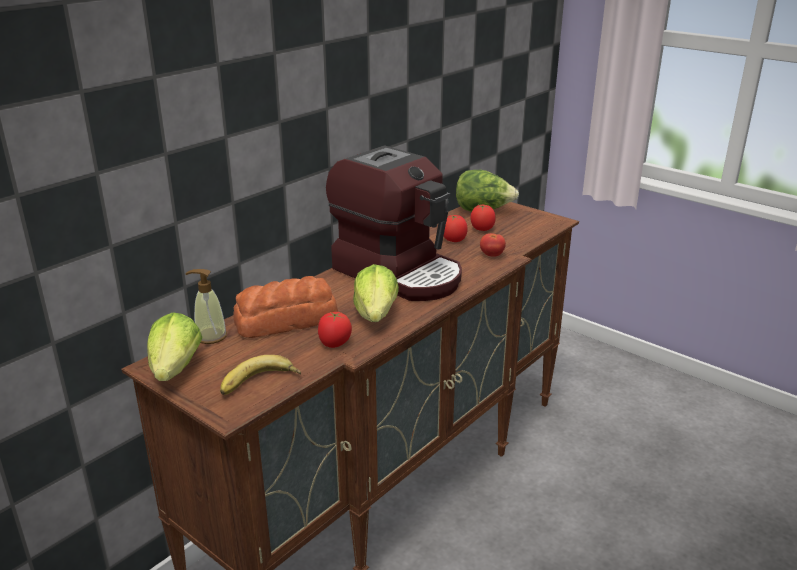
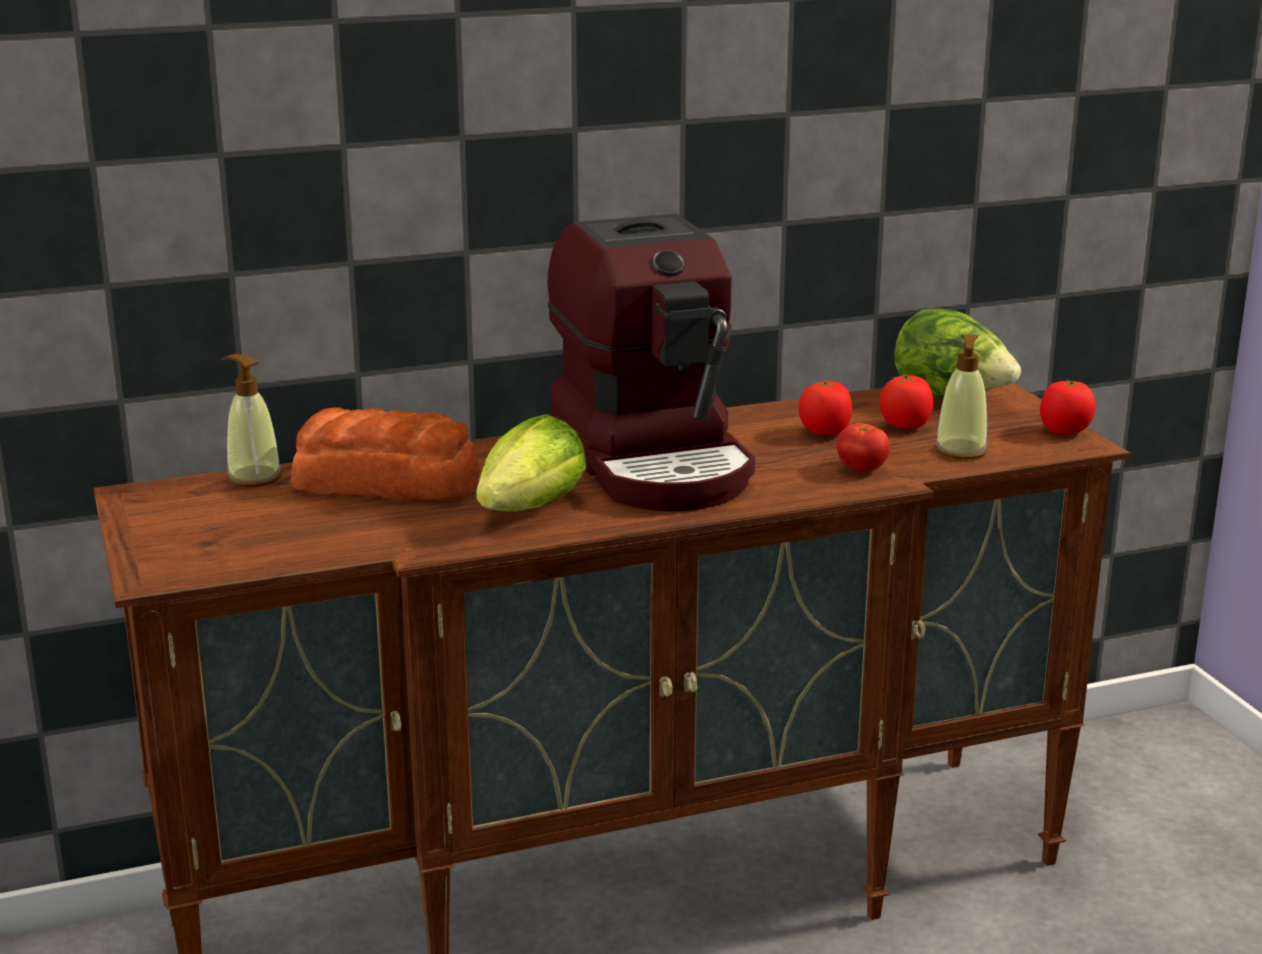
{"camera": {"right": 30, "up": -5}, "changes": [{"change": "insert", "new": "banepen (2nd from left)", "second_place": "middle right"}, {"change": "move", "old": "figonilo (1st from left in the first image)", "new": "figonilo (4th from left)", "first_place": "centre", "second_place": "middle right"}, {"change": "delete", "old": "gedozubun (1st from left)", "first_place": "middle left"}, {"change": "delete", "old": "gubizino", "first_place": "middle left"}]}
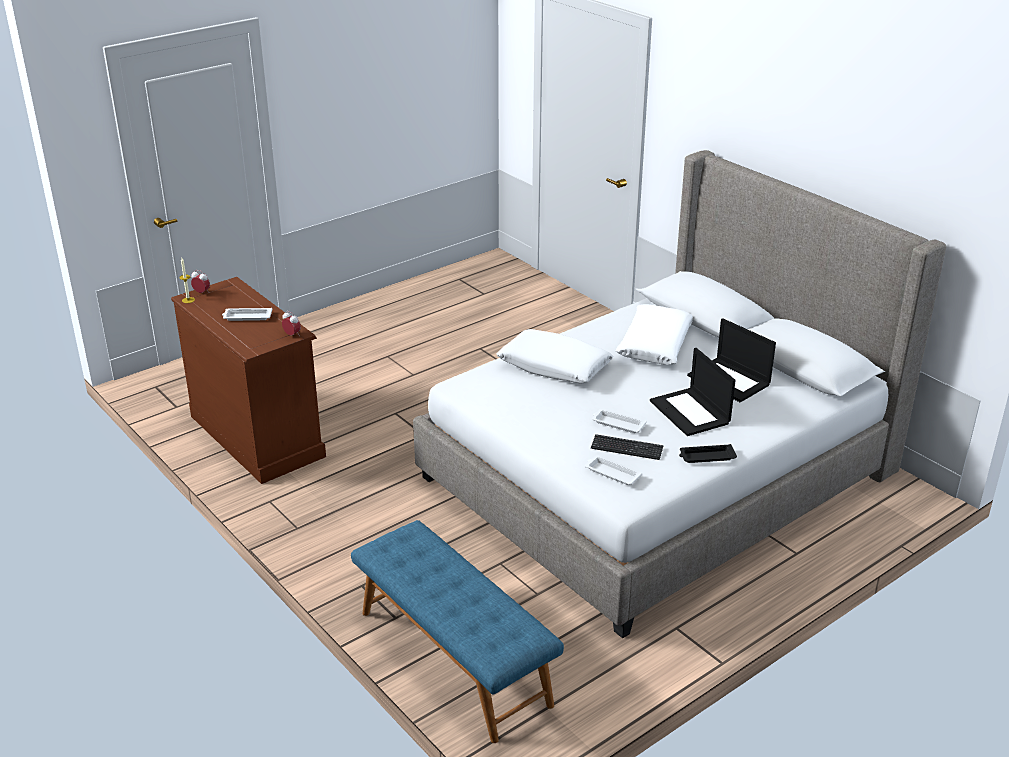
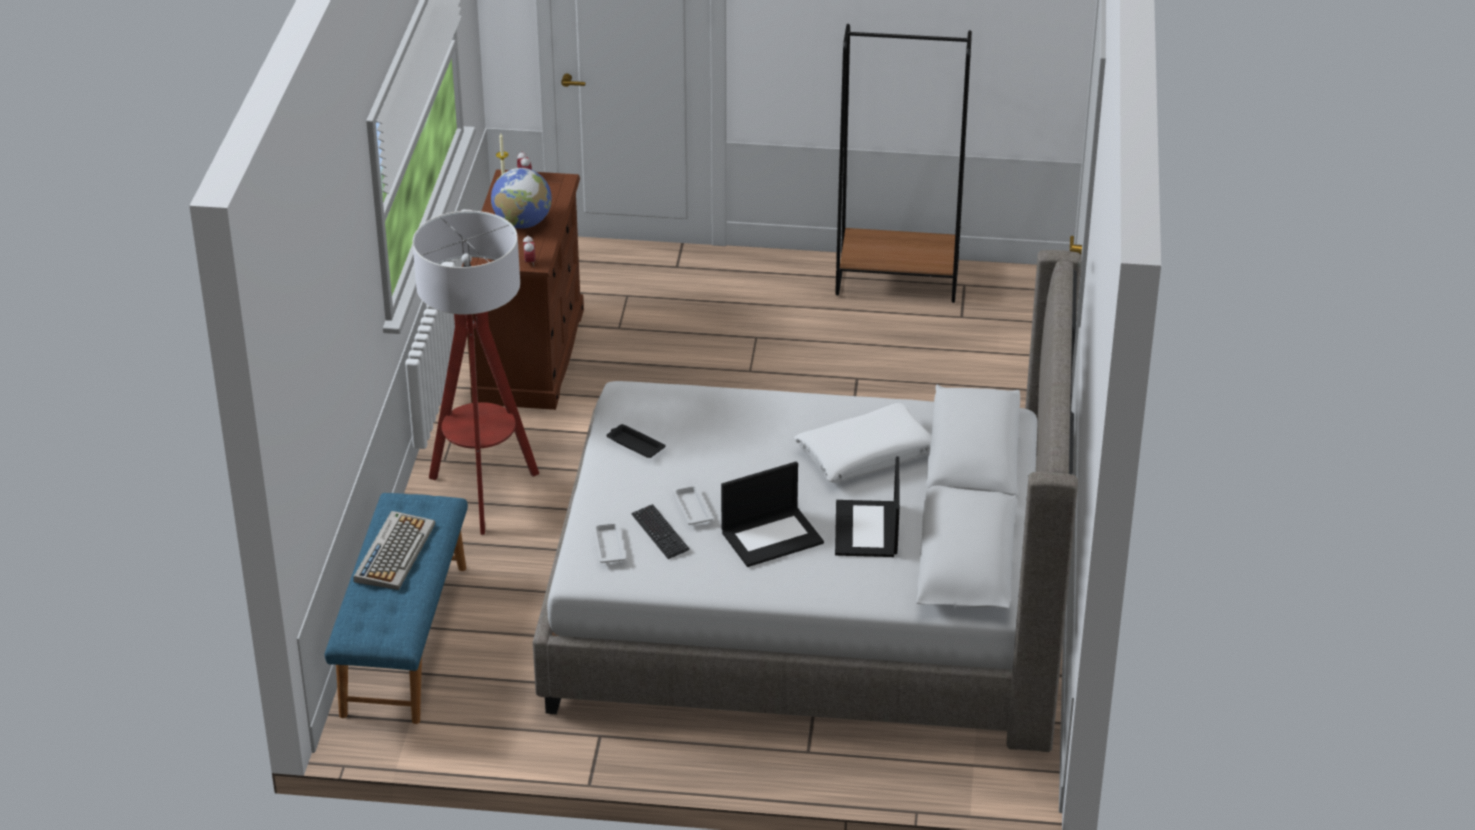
{"camera": {"right": 45, "up": 5}, "changes": [{"change": "insert", "new": "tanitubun (1st from left)", "second_place": "middle left"}, {"change": "insert", "new": "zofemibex", "second_place": "middle left"}, {"change": "replace", "old": "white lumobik (1st from left)", "new": "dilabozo", "first_place": "middle left", "second_place": "top centre"}, {"change": "move", "old": "black lumobik", "first_place": "middle right", "second_place": "centre"}, {"change": "rotate", "old": "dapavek (1st from left)", "first_place": "middle right", "second_place": "centre", "degrees": -135}, {"change": "insert", "new": "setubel", "second_place": "top centre"}, {"change": "delete", "old": "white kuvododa (1st from left)", "first_place": "centre"}]}
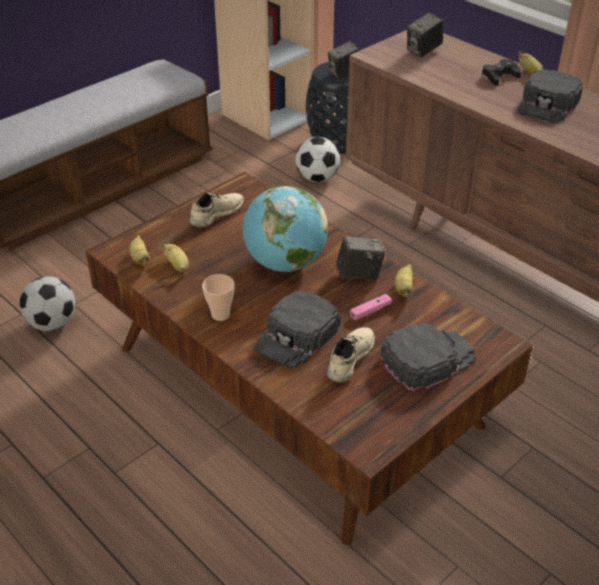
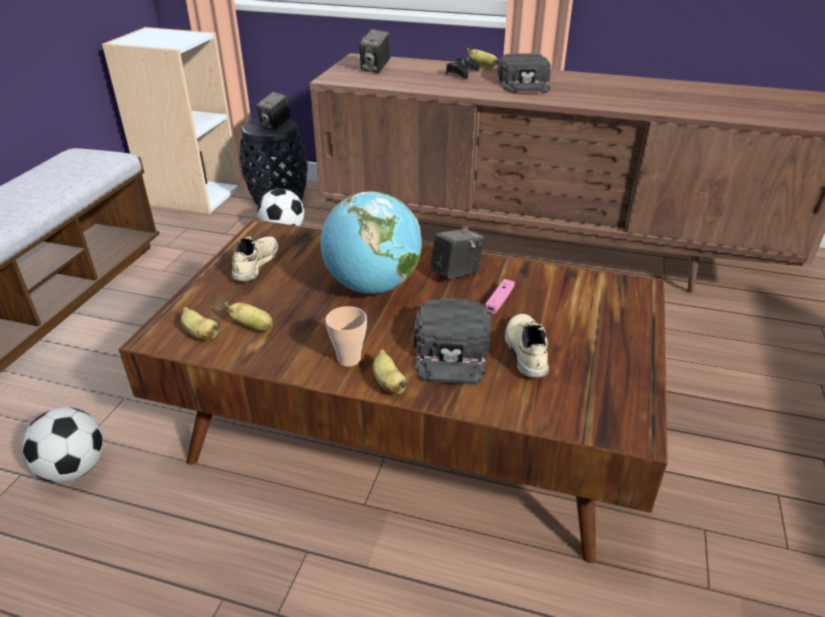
{"camera": {"right": -30, "up": -5}, "changes": [{"change": "move", "old": "gubizino (3rd from left)", "first_place": "middle right", "second_place": "centre"}, {"change": "delete", "old": "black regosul (2nd from left)", "first_place": "middle right"}]}
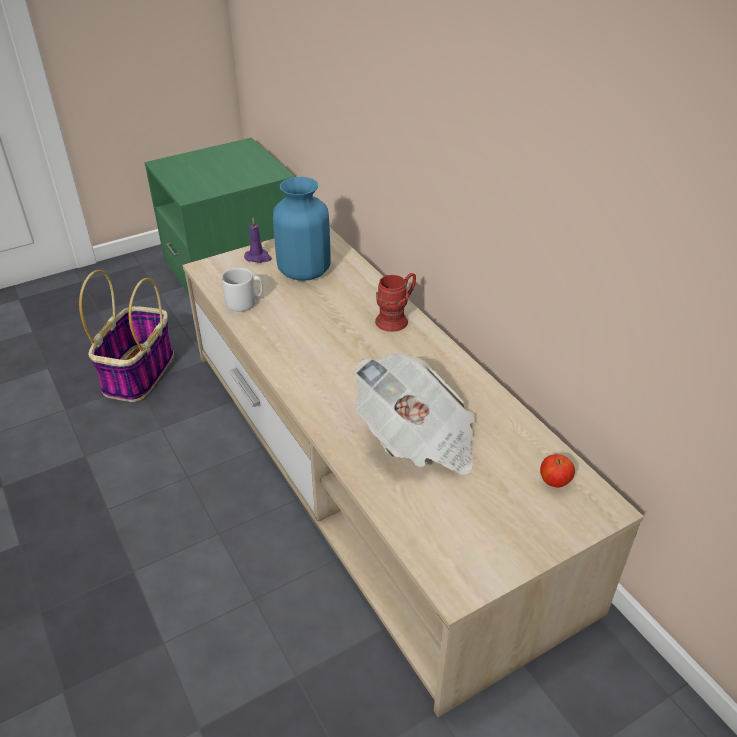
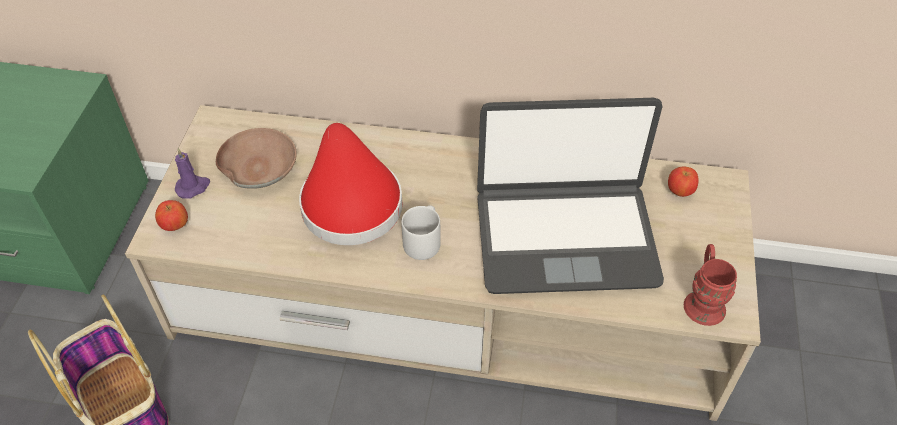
{"camera": {"right": -50, "up": 10}, "changes": [{"change": "insert", "new": "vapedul (1st from left)", "second_place": "middle left"}, {"change": "replace", "old": "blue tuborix", "new": "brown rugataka", "first_place": "top centre", "second_place": "middle left"}, {"change": "insert", "new": "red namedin", "second_place": "centre"}, {"change": "move", "old": "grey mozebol", "first_place": "middle left", "second_place": "centre"}, {"change": "replace", "old": "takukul", "new": "dapavek", "first_place": "centre", "second_place": "centre"}, {"change": "move", "old": "red mozebol", "first_place": "centre", "second_place": "bottom right"}]}
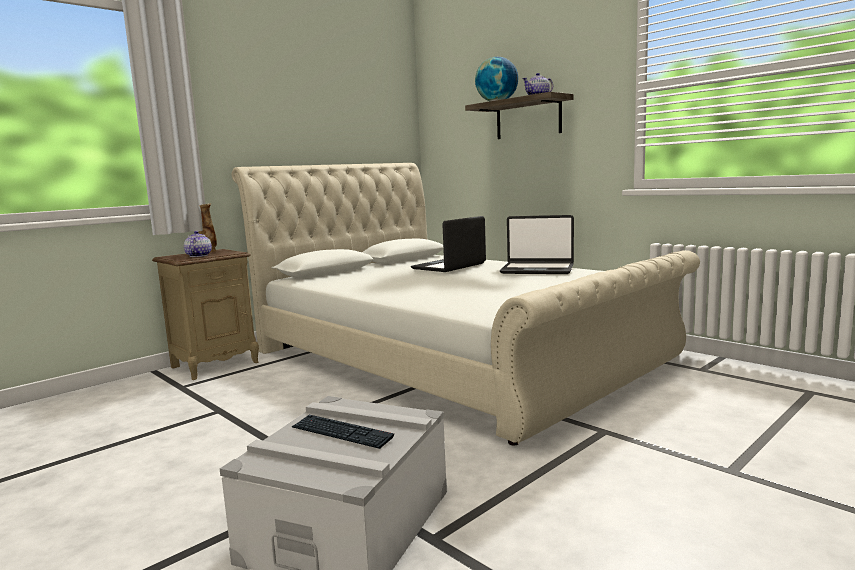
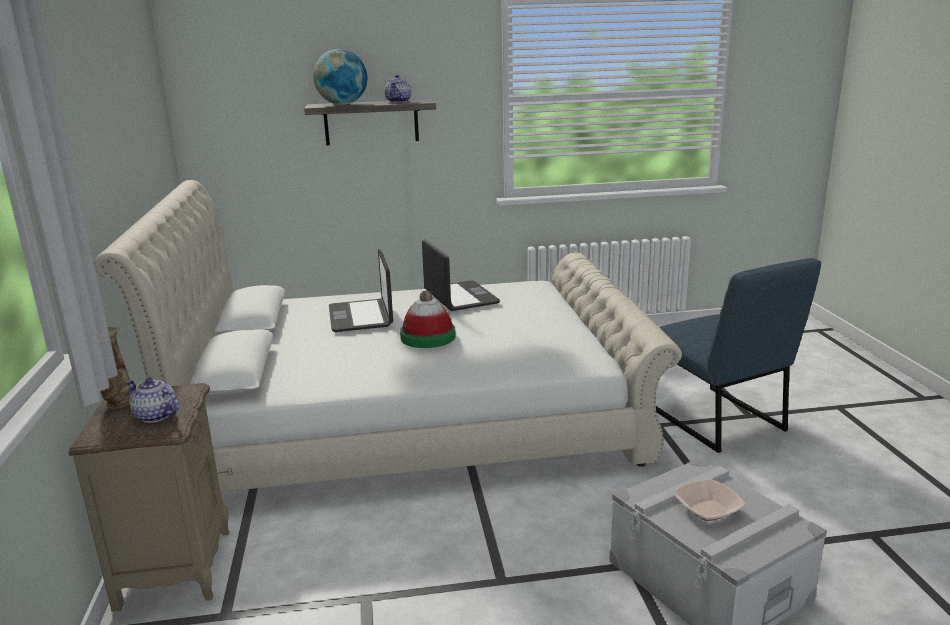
{"camera": {"right": -55, "up": 10}, "changes": [{"change": "insert", "new": "namedin", "second_place": "centre"}, {"change": "rotate", "old": "dapavek (2nd from left)", "first_place": "centre", "second_place": "centre", "degrees": -75}, {"change": "insert", "new": "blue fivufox", "second_place": "middle right"}, {"change": "replace", "old": "tanitubun", "new": "rugataka", "first_place": "bottom centre", "second_place": "bottom right"}]}
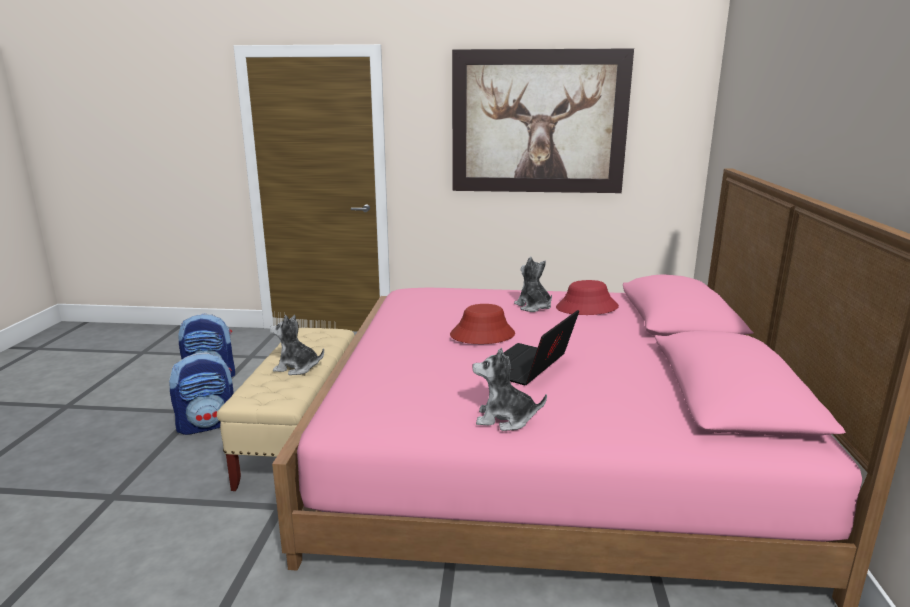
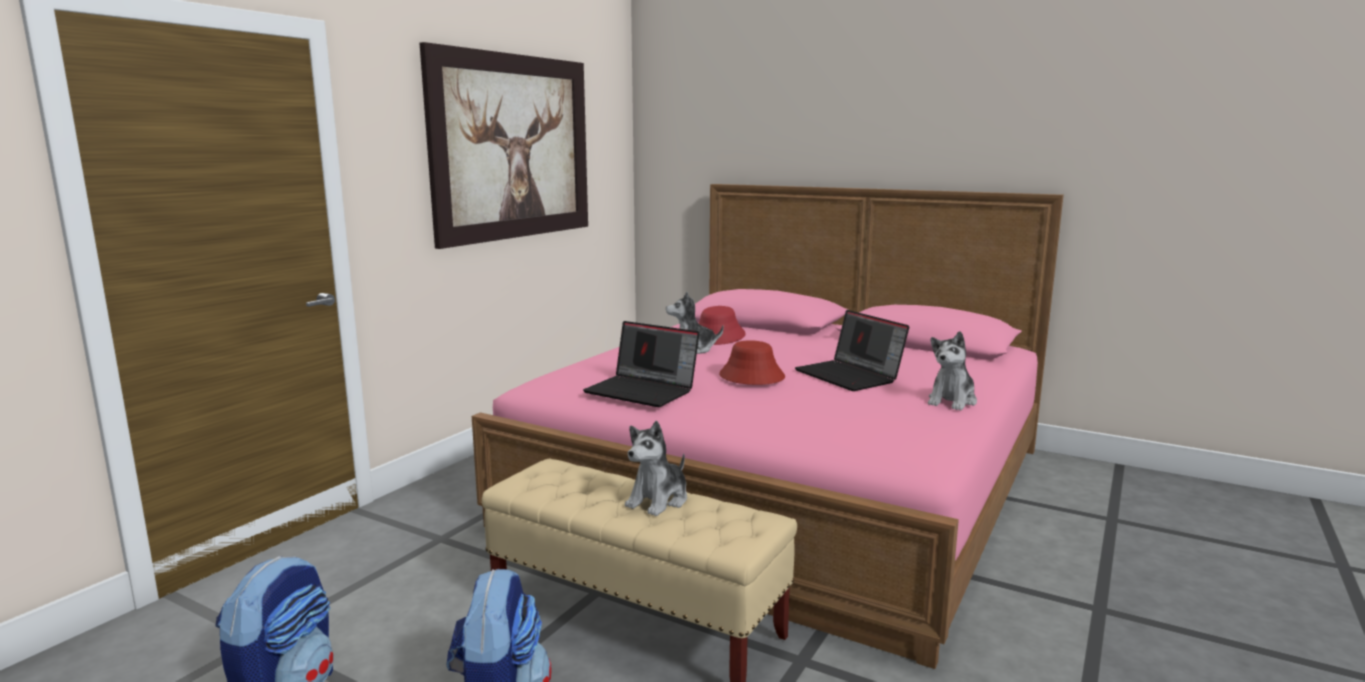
{"camera": {"right": -65, "up": -5}, "changes": [{"change": "insert", "new": "dapavek (1st from left)", "second_place": "centre"}]}
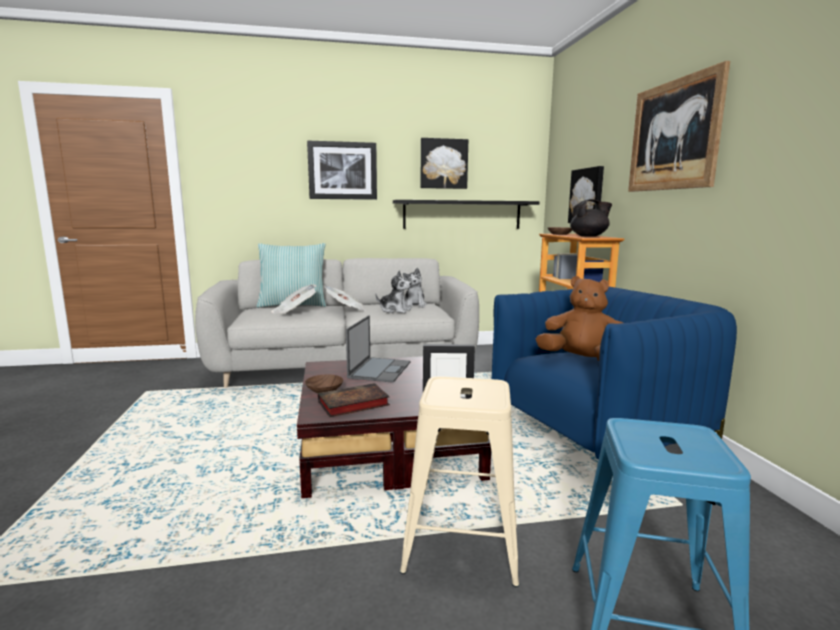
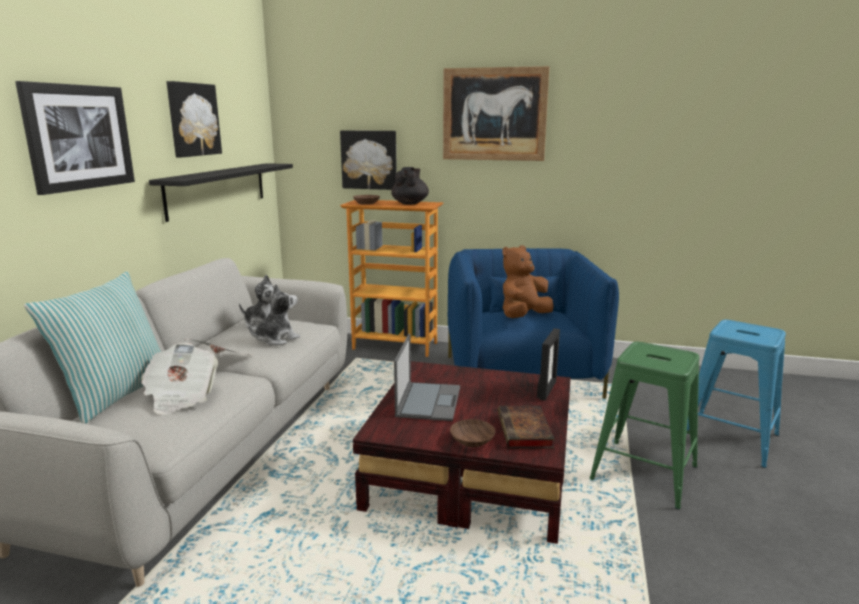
{"camera": {"right": -65, "up": 5}, "changes": [{"change": "rotate", "old": "dapavek", "first_place": "centre", "second_place": "centre", "degrees": 60}, {"change": "recolor", "old": "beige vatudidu", "new": "green vatudidu", "first_place": "bottom centre", "second_place": "bottom right"}]}
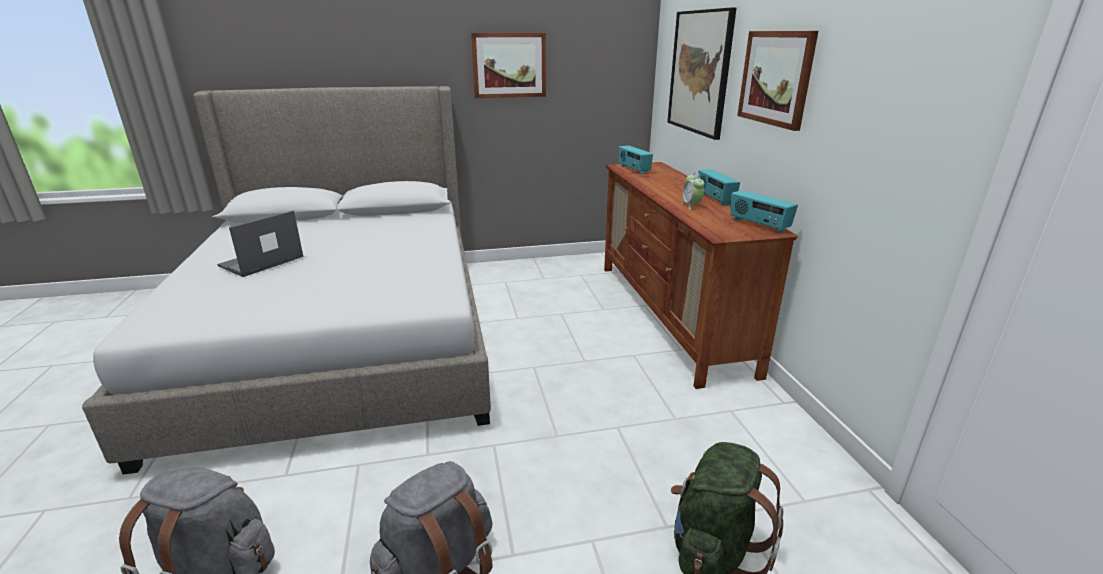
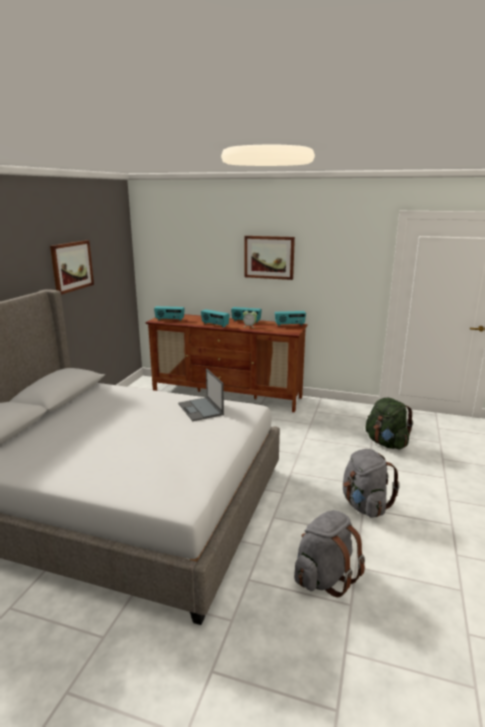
{"camera": {"right": -60, "up": -5}, "changes": [{"change": "move", "old": "dapavek", "first_place": "middle left", "second_place": "centre"}, {"change": "insert", "new": "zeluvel (2nd from left)", "second_place": "centre"}, {"change": "delete", "old": "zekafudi (2nd from left)", "first_place": "top centre"}]}
